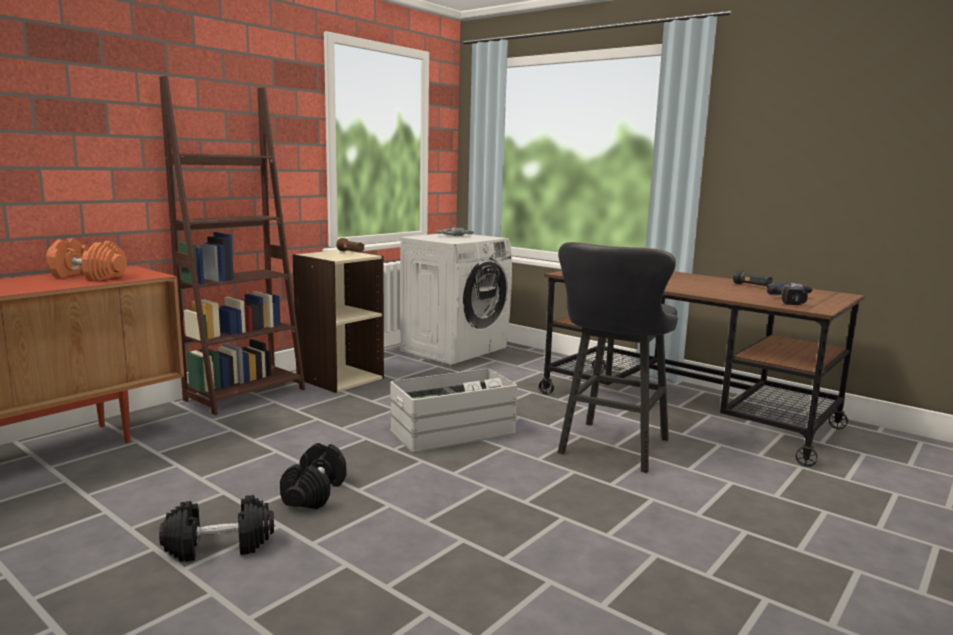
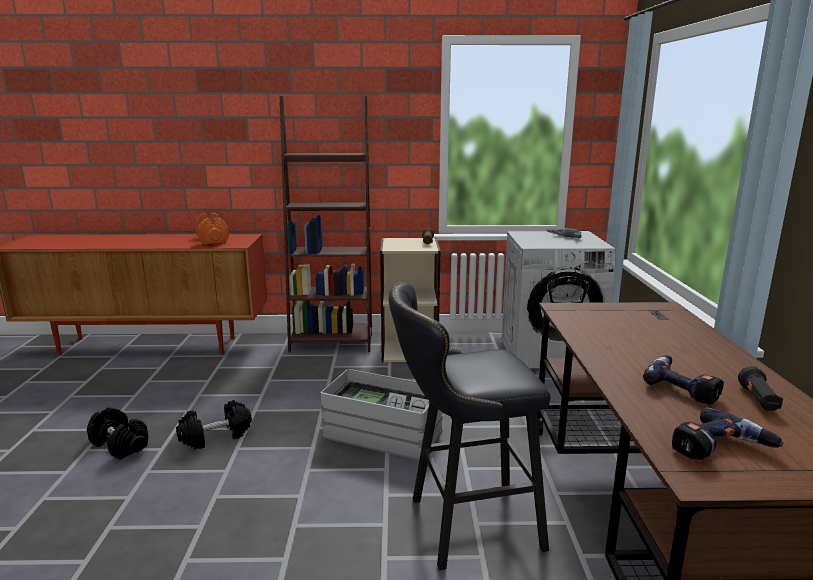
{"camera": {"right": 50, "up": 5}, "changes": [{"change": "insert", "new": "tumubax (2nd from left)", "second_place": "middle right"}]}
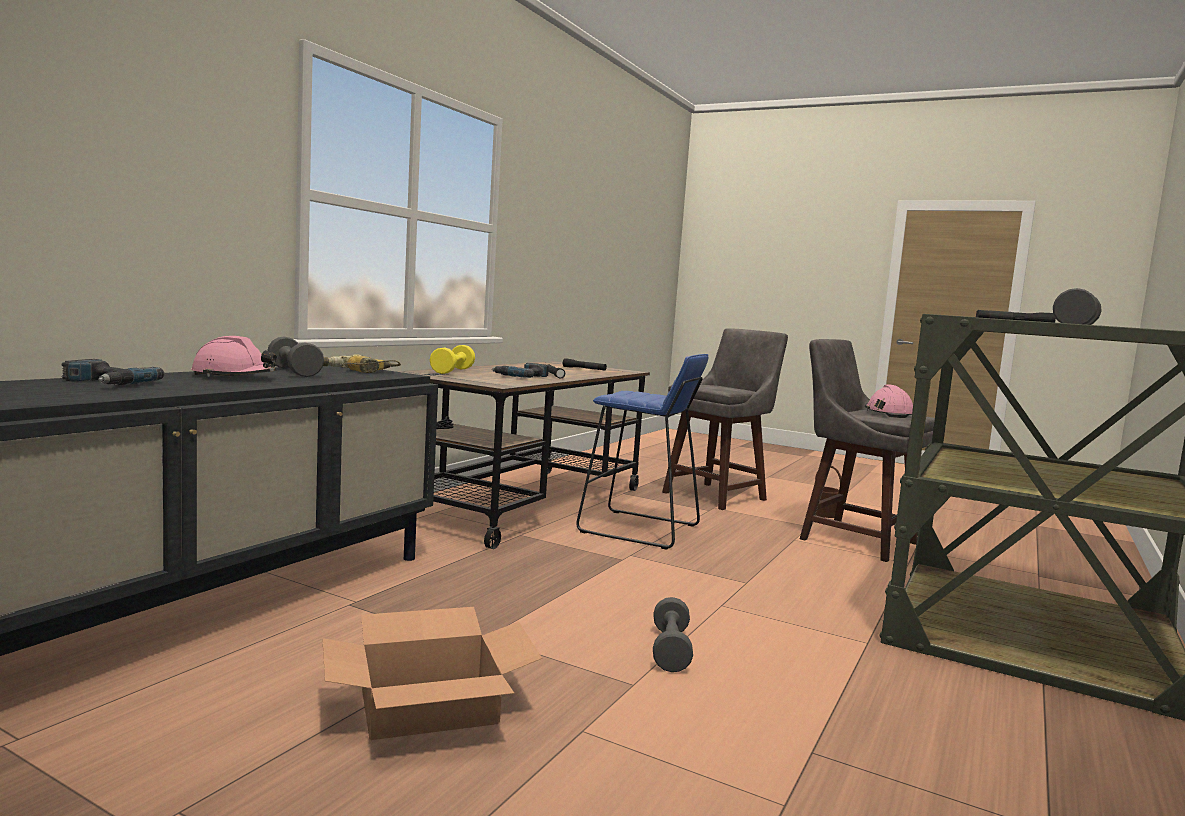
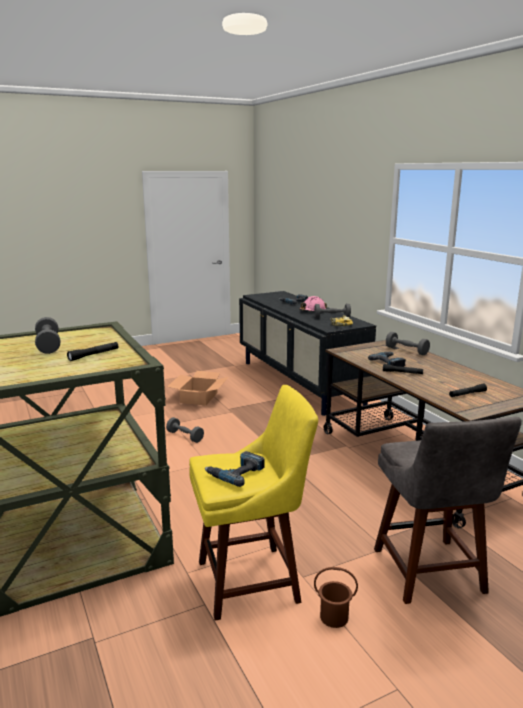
{"camera": {"right": 125, "up": 10}, "changes": [{"change": "recolor", "old": "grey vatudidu (2nd from left)", "new": "yellow vatudidu", "first_place": "middle right", "second_place": "bottom centre"}, {"change": "replace", "old": "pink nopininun (2nd from left)", "new": "tumubax (1st from left)", "first_place": "middle right", "second_place": "centre"}, {"change": "recolor", "old": "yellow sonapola", "new": "grey sonapola (4th from left)", "first_place": "centre", "second_place": "middle right"}, {"change": "delete", "old": "blue vatudidu", "first_place": "centre"}]}
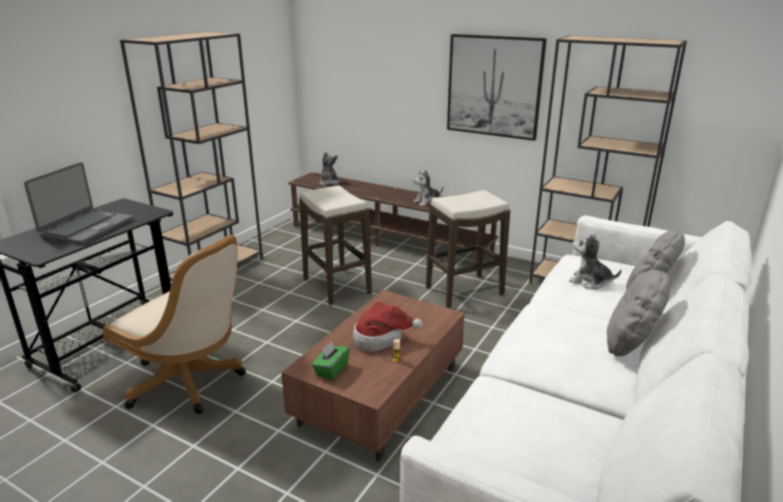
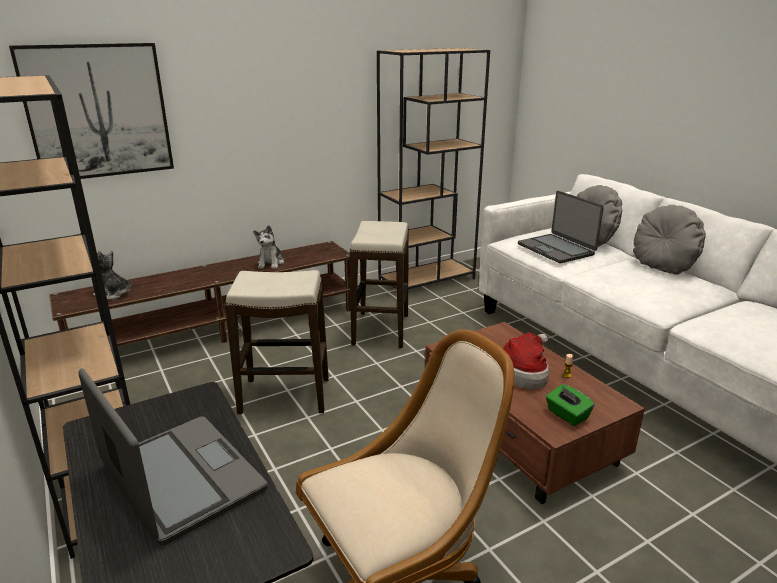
{"camera": {"right": -60, "up": 0}, "changes": [{"change": "move", "old": "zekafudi", "first_place": "top centre", "second_place": "top left"}, {"change": "replace", "old": "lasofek (3rd from left)", "new": "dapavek (2nd from left)", "first_place": "middle right", "second_place": "middle right"}]}
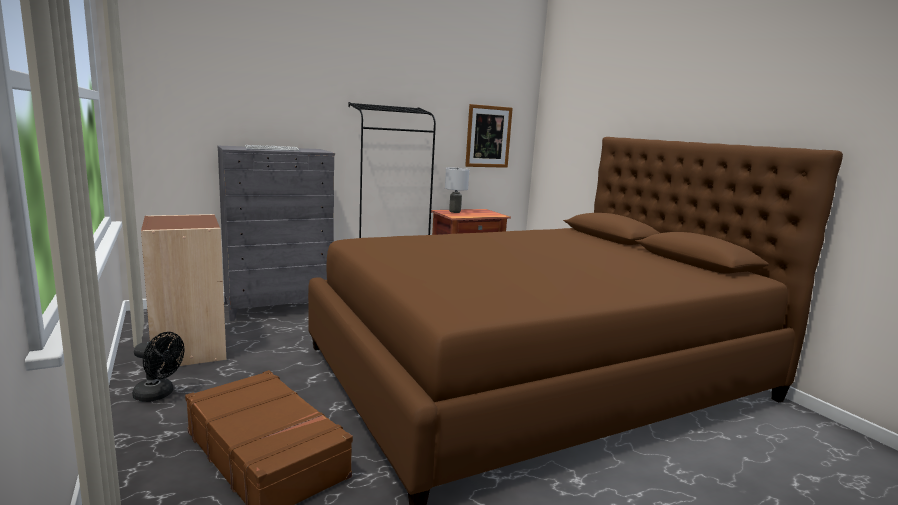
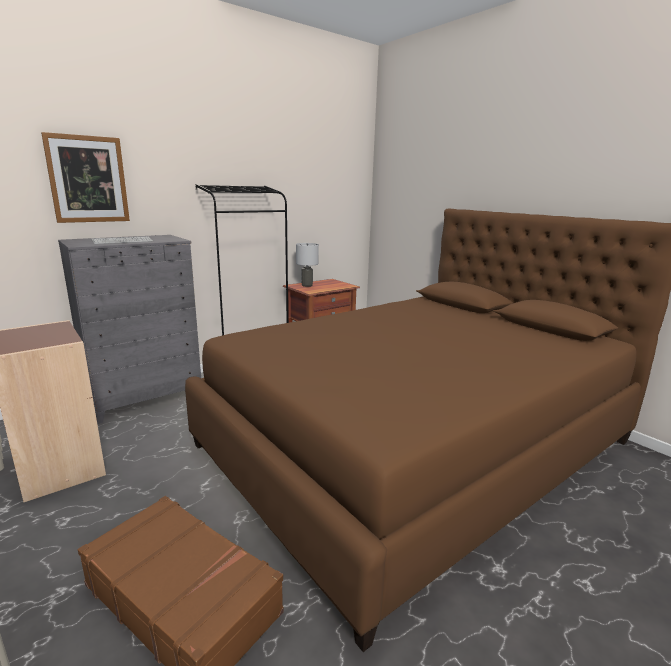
{"camera": {"right": -10, "up": 5}, "changes": [{"change": "move", "old": "zekafudi", "first_place": "top centre", "second_place": "top left"}, {"change": "delete", "old": "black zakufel", "first_place": "bottom left"}]}
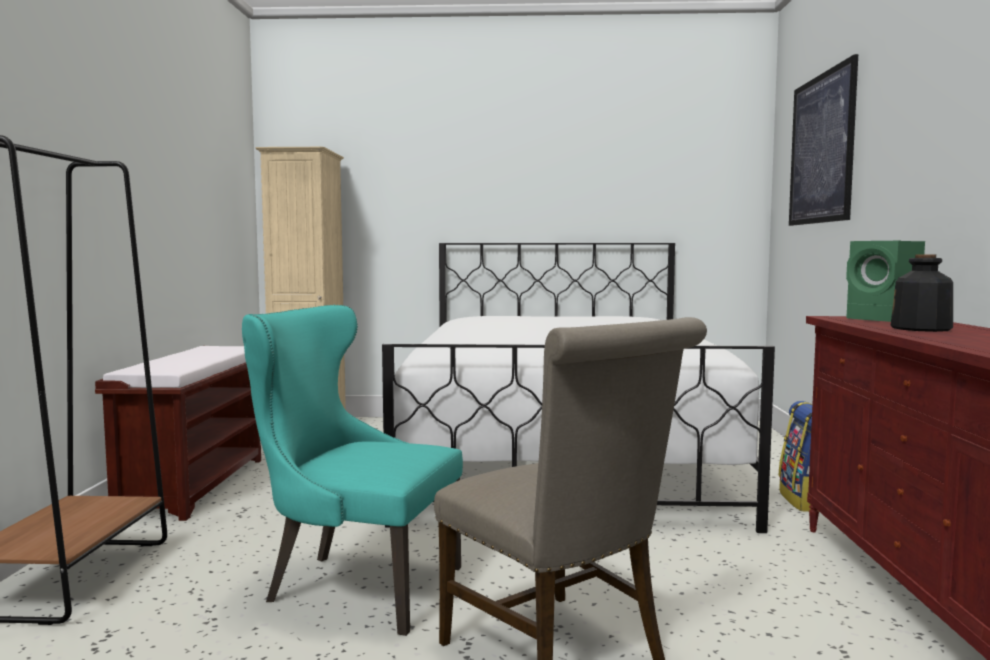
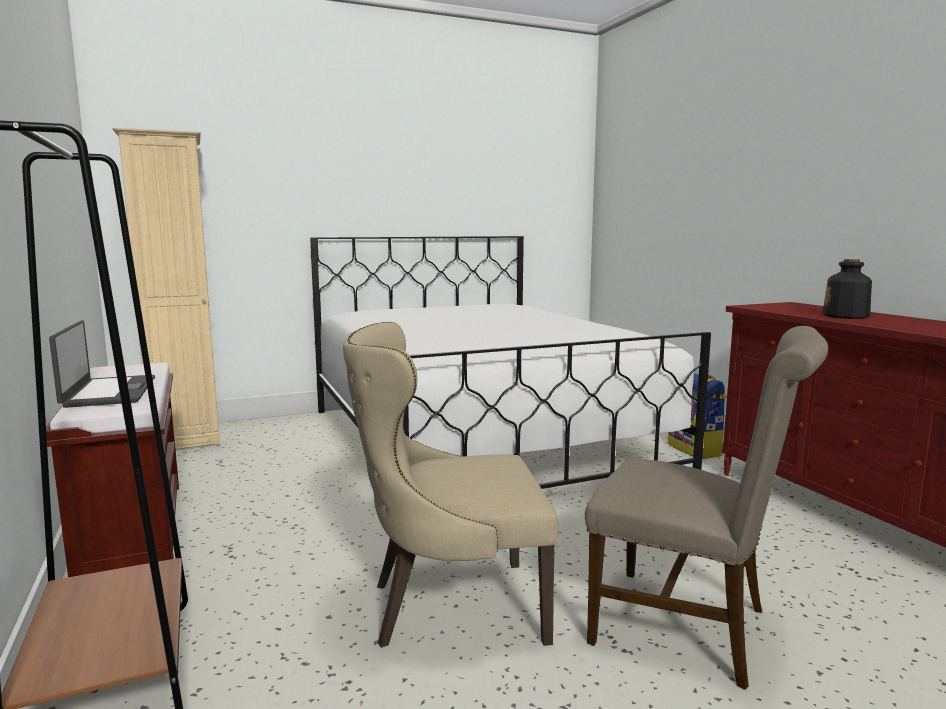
{"camera": {"right": -25, "up": 5}, "changes": [{"change": "insert", "new": "dapavek", "second_place": "middle left"}, {"change": "recolor", "old": "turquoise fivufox", "new": "beige fivufox (1st from left)", "first_place": "bottom centre", "second_place": "bottom centre"}, {"change": "delete", "old": "zekafudi", "first_place": "top right"}, {"change": "delete", "old": "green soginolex", "first_place": "middle right"}]}
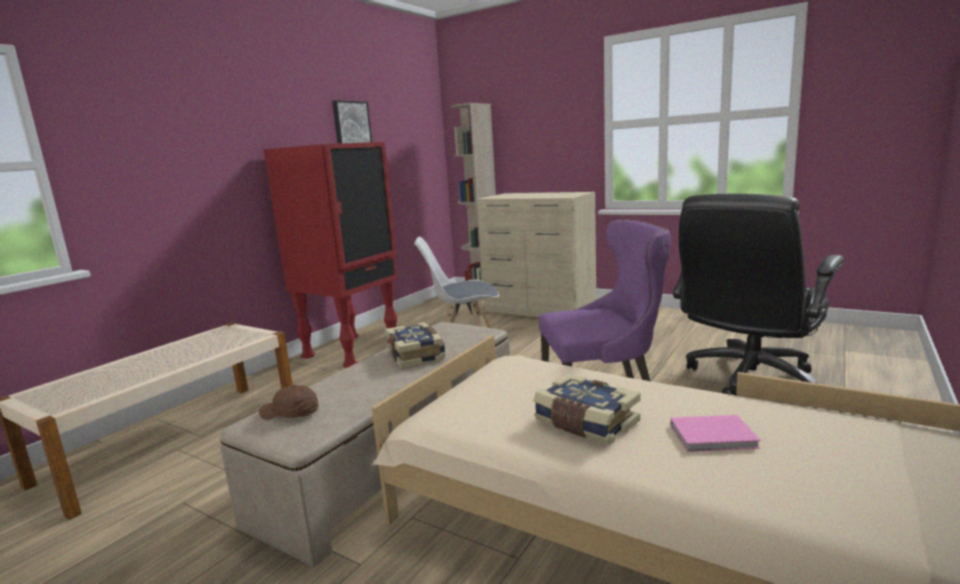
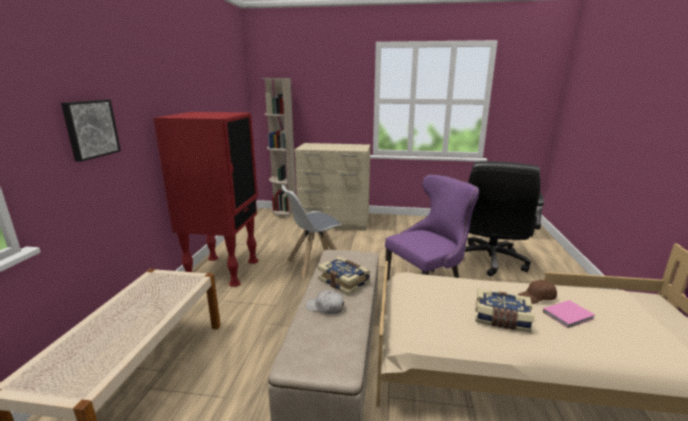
{"camera": {"right": -25, "up": 5}, "changes": [{"change": "move", "old": "zekafudi", "first_place": "top centre", "second_place": "top left"}, {"change": "insert", "new": "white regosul", "second_place": "bottom centre"}, {"change": "move", "old": "brown regosul", "first_place": "bottom left", "second_place": "bottom right"}]}
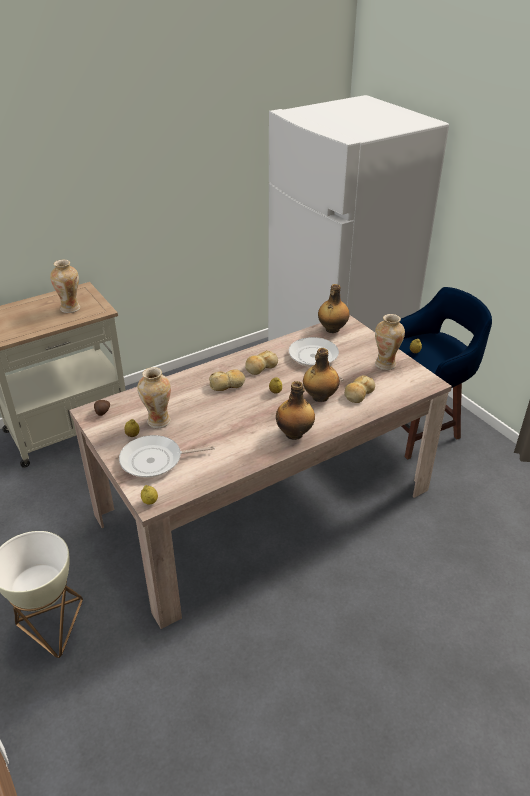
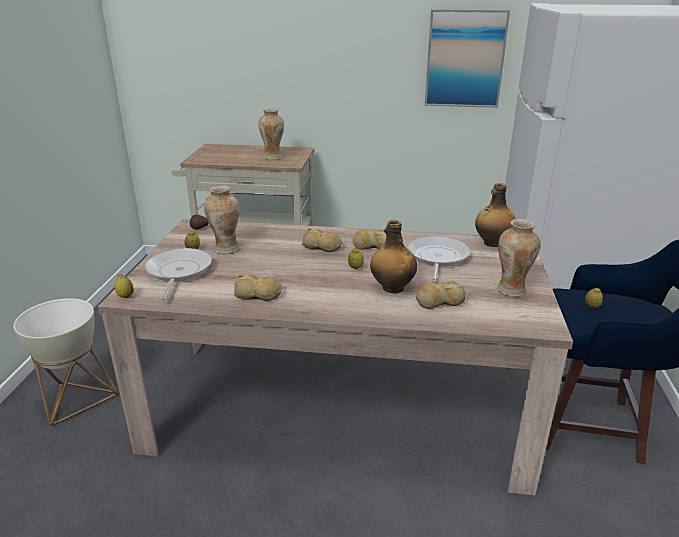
{"camera": {"right": 40, "up": -10}, "changes": [{"change": "rotate", "old": "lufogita (1st from left)", "first_place": "middle left", "second_place": "middle left", "degrees": 60}, {"change": "insert", "new": "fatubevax (1st from left)", "second_place": "centre"}, {"change": "insert", "new": "zekafudi", "second_place": "top right"}, {"change": "delete", "old": "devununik (1st from left)", "first_place": "centre"}]}
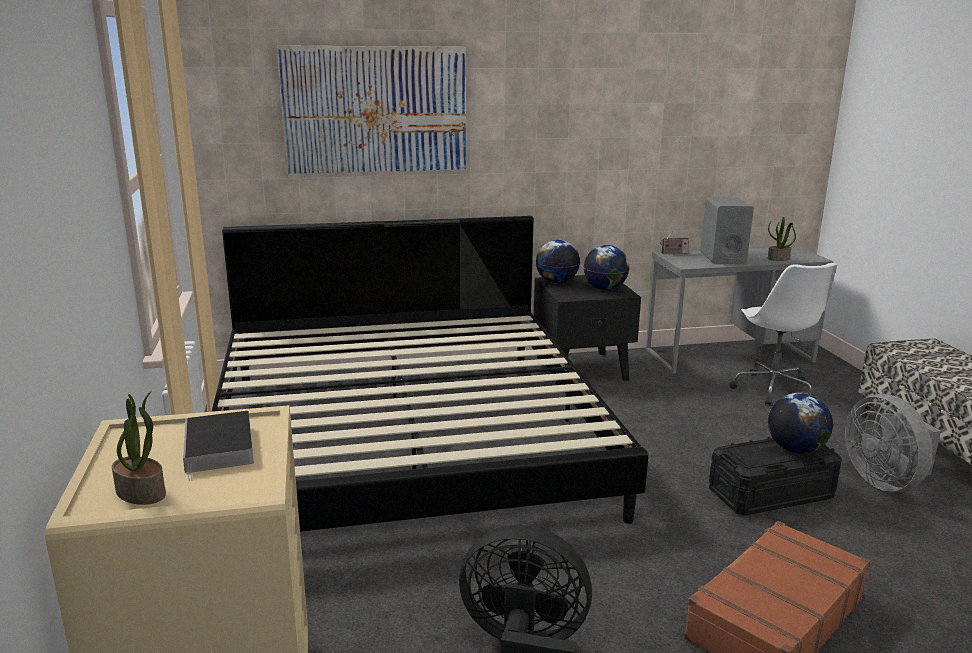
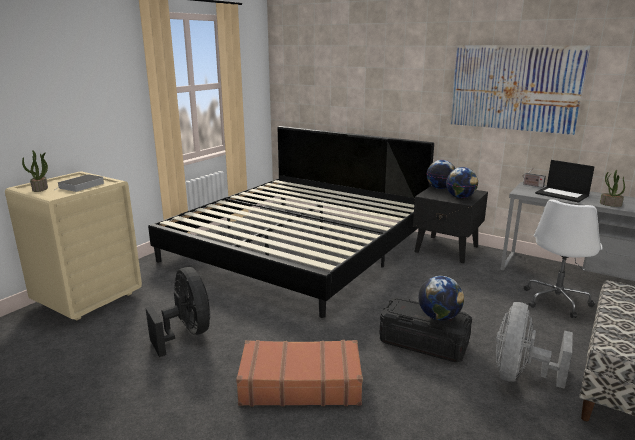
{"camera": {"right": 45, "up": 0}, "changes": [{"change": "move", "old": "zekafudi", "first_place": "top centre", "second_place": "top right"}, {"change": "replace", "old": "grey soginolex", "new": "dapavek", "first_place": "middle right", "second_place": "middle right"}]}
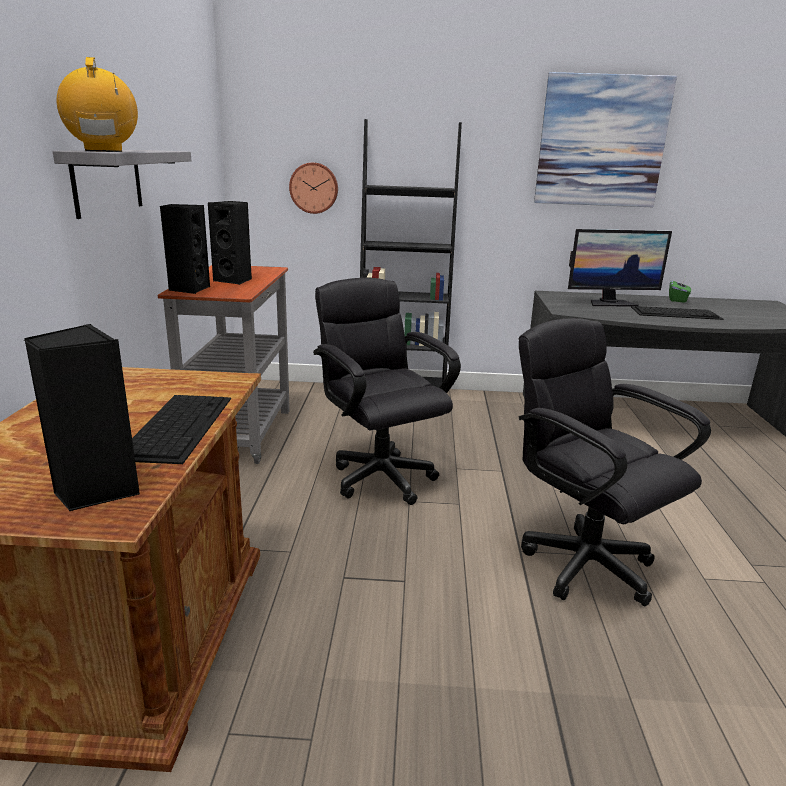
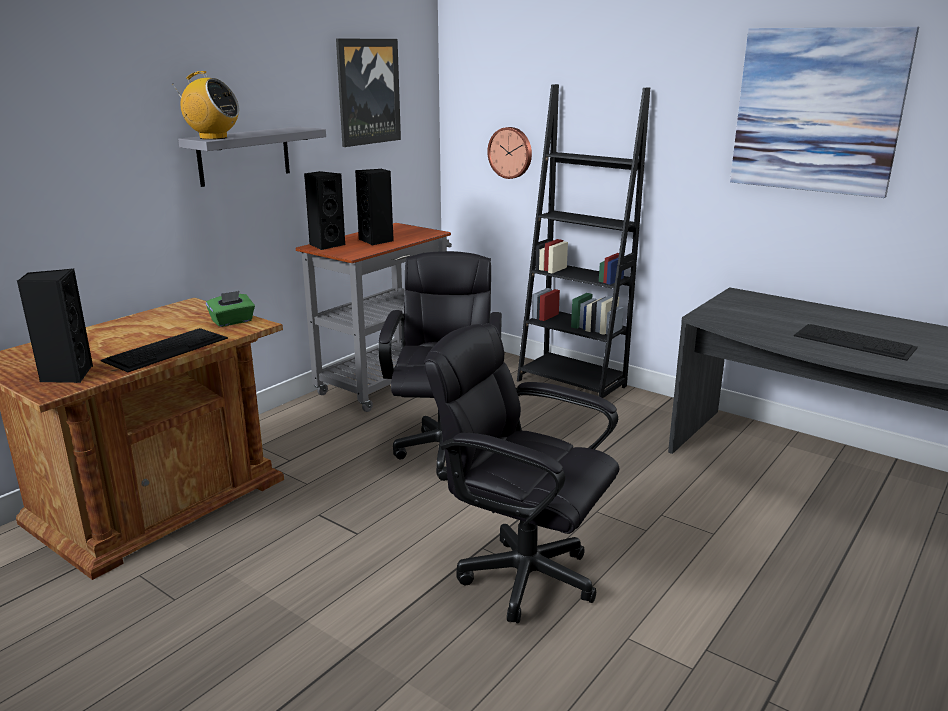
{"camera": {"right": 35, "up": 0}, "changes": [{"change": "rotate", "old": "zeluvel", "first_place": "top left", "second_place": "top left", "degrees": 90}, {"change": "move", "old": "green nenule", "first_place": "middle right", "second_place": "middle left"}, {"change": "insert", "new": "zekafudi (1st from left)", "second_place": "top centre"}, {"change": "rotate", "old": "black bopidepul (2nd from left)", "first_place": "middle right", "second_place": "centre", "degrees": -60}, {"change": "delete", "old": "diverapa", "first_place": "middle right"}]}
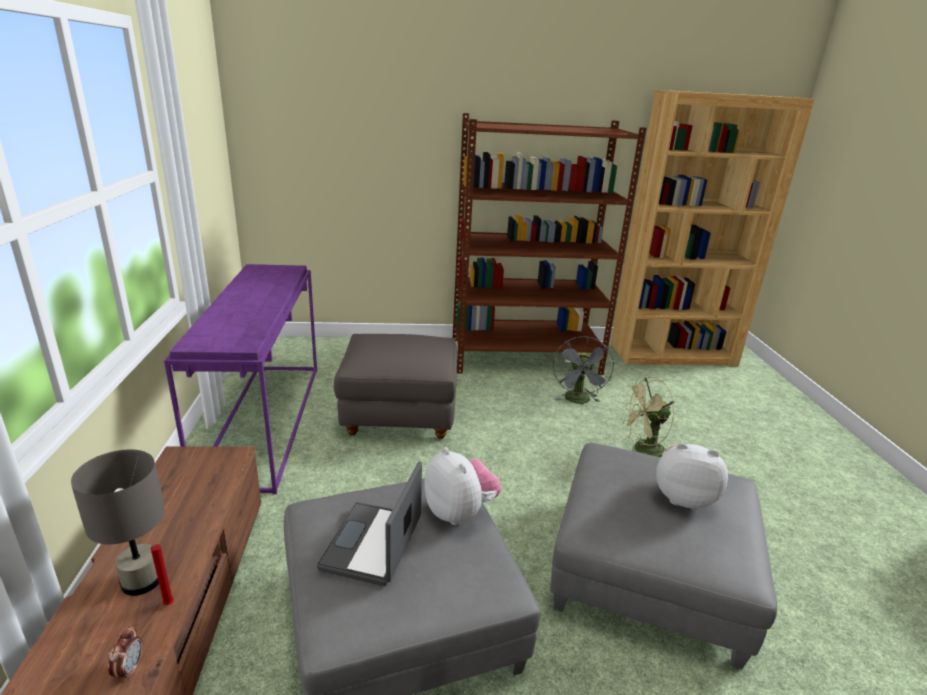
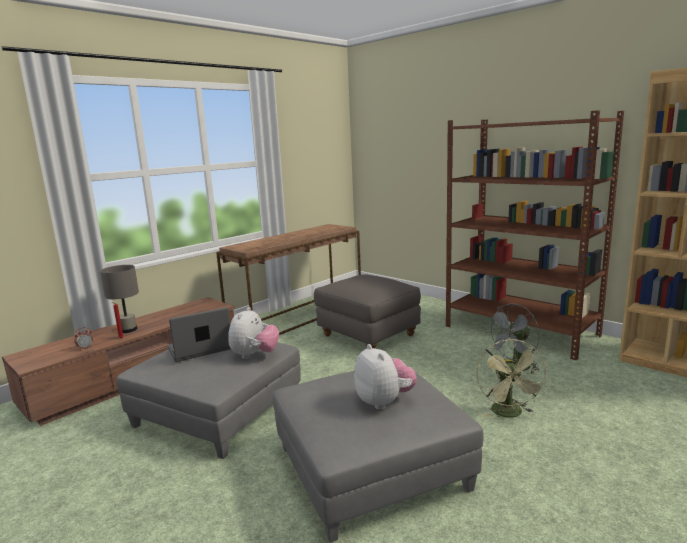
{"camera": {"right": 50, "up": -10}, "changes": [{"change": "recolor", "old": "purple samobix", "new": "brown samobix", "first_place": "middle left", "second_place": "centre"}, {"change": "rotate", "old": "green zakufel", "first_place": "middle right", "second_place": "bottom right", "degrees": -120}]}
